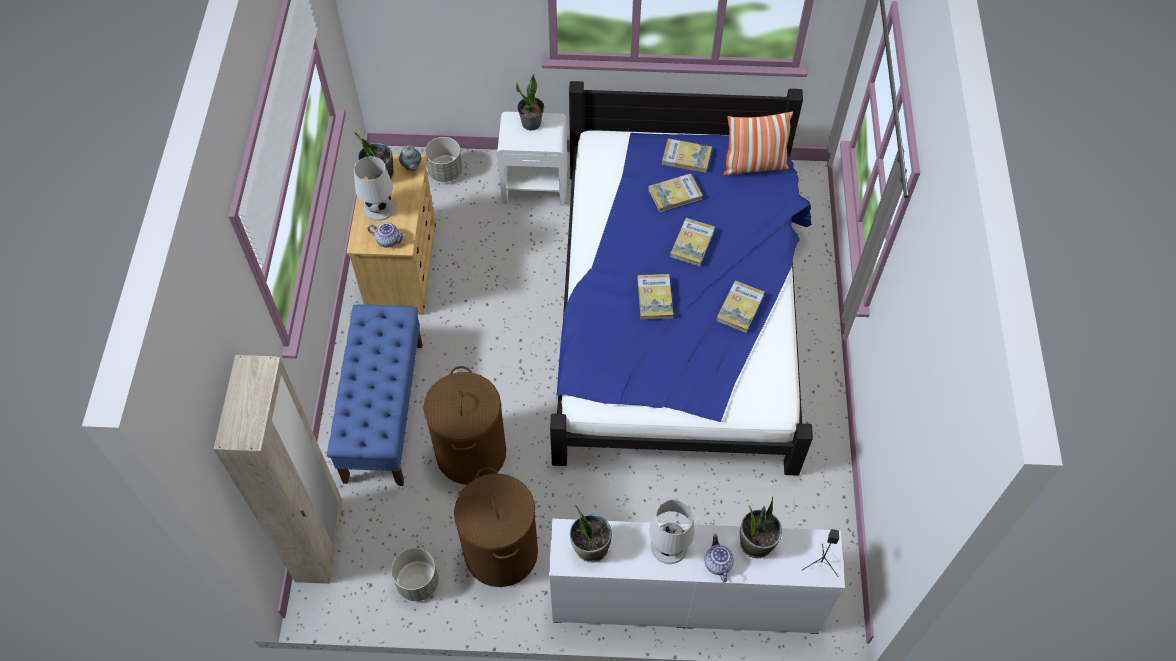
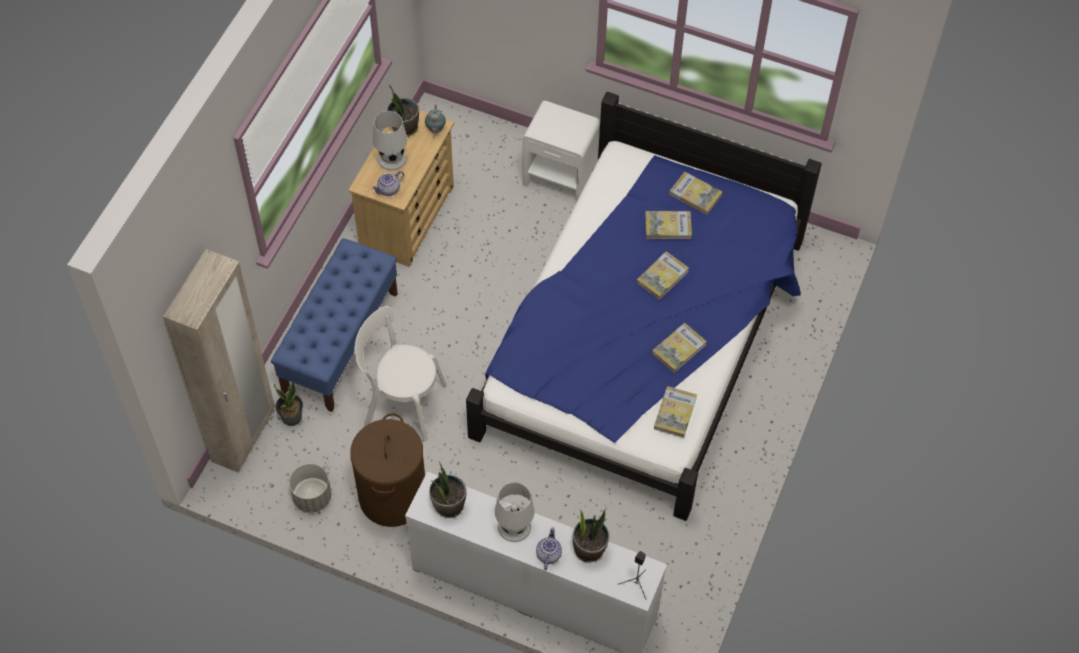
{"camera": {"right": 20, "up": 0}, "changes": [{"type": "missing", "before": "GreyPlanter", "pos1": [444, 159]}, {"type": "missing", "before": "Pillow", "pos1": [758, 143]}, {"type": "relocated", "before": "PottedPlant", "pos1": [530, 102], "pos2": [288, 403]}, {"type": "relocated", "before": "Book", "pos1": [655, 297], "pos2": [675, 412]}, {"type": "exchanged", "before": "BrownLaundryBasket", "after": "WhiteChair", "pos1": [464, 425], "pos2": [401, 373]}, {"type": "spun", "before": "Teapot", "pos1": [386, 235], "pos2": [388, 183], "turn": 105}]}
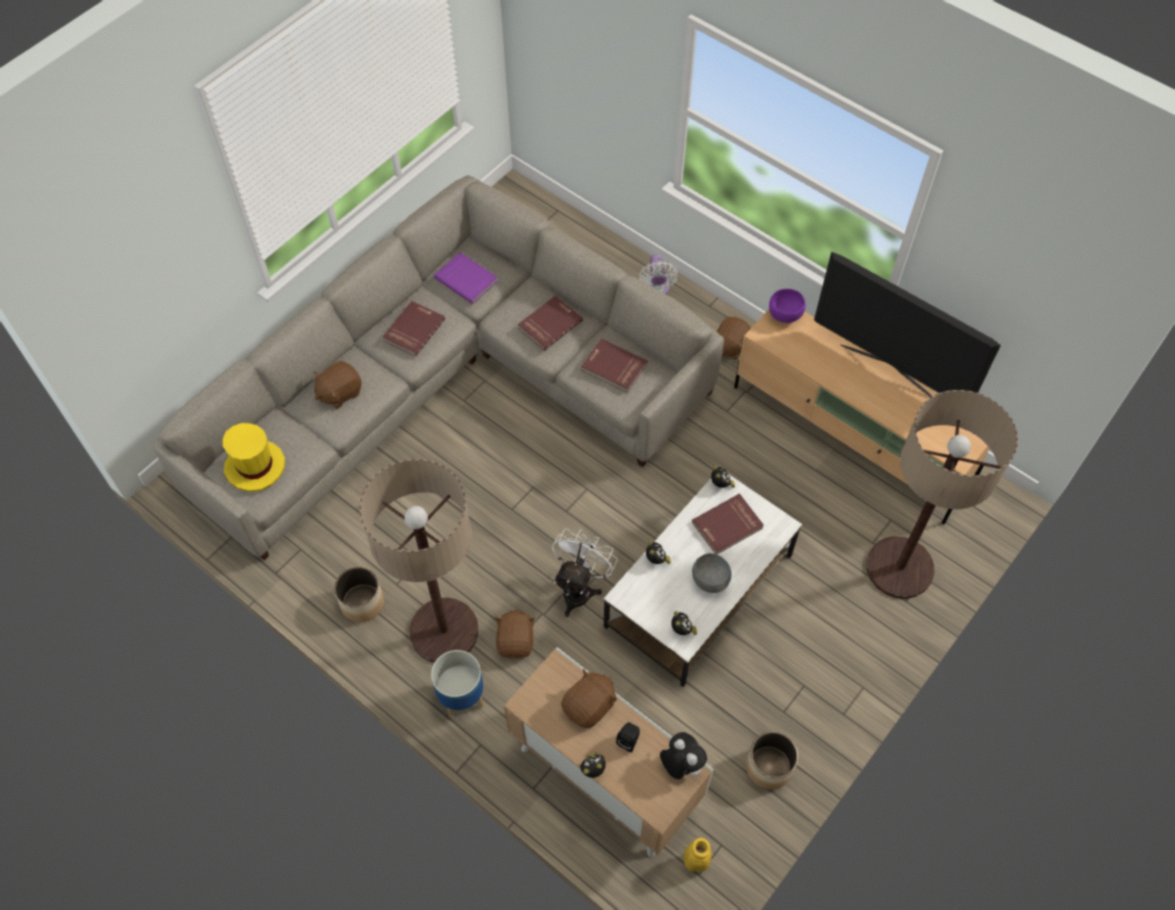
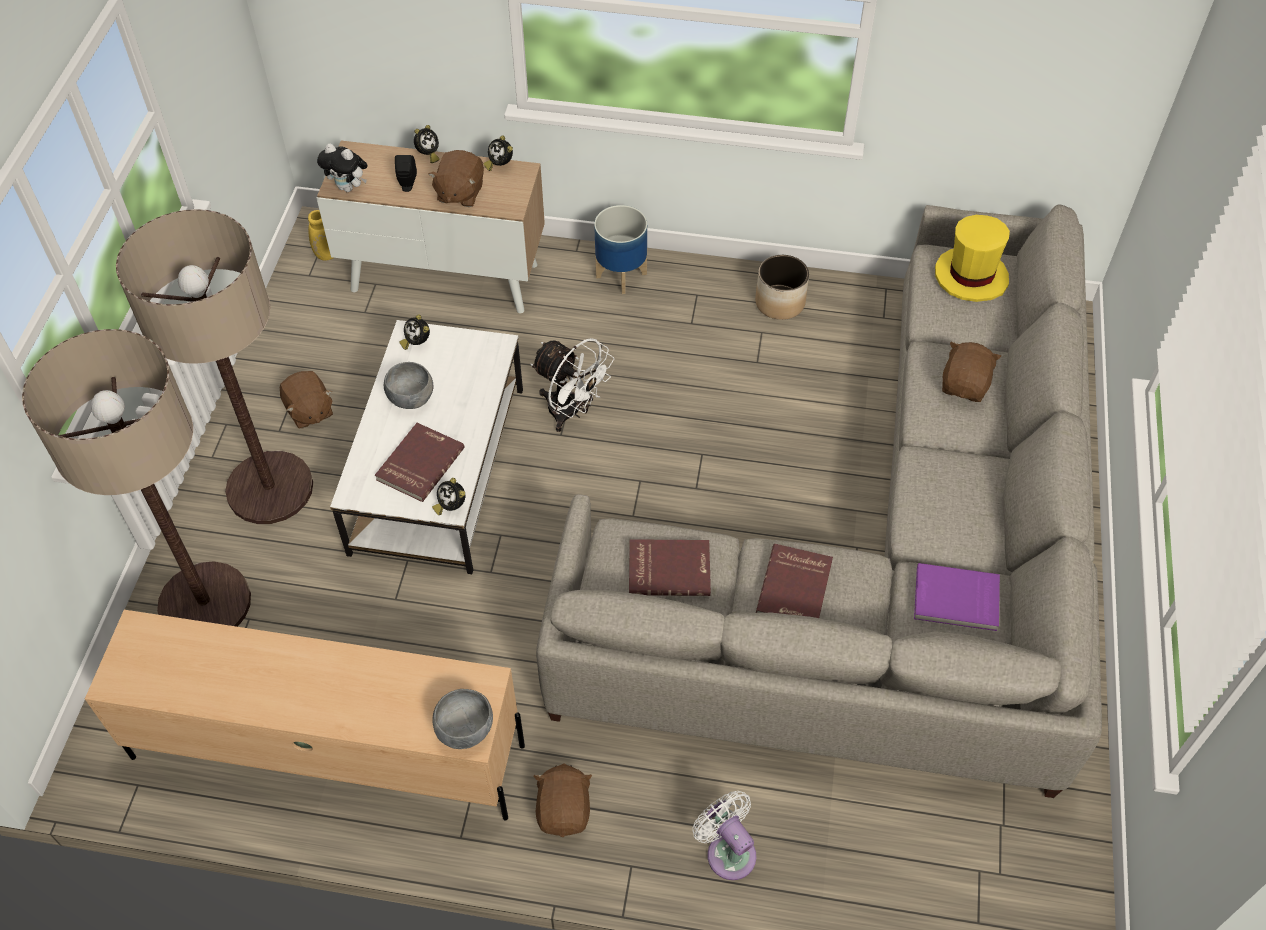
{"camera": {"right": 150, "up": -5}, "changes": [{"type": "missing", "before": "RedBook", "pos1": [413, 329]}, {"type": "missing", "before": "Planter", "pos1": [772, 760]}, {"type": "missing", "before": "Television", "pos1": [907, 324]}, {"type": "relocated", "before": "FloorLamp", "pos1": [419, 561], "pos2": [214, 366]}, {"type": "relocated", "before": "BrownPlushToy", "pos1": [515, 634], "pos2": [306, 400]}, {"type": "relocated", "before": "AlarmClock", "pos1": [658, 552], "pos2": [498, 153]}, {"type": "colour", "before": "PurpleBowl", "after": "GreyBowl", "pos1": [787, 306], "pos2": [462, 719]}, {"type": "spun", "before": "WhiteFan", "pos1": [585, 572], "pos2": [572, 385], "turn": -45}]}
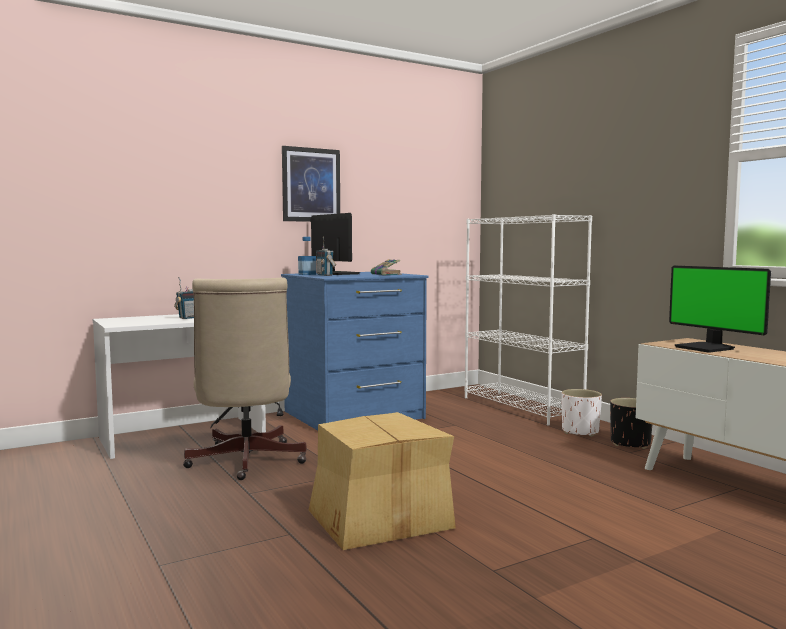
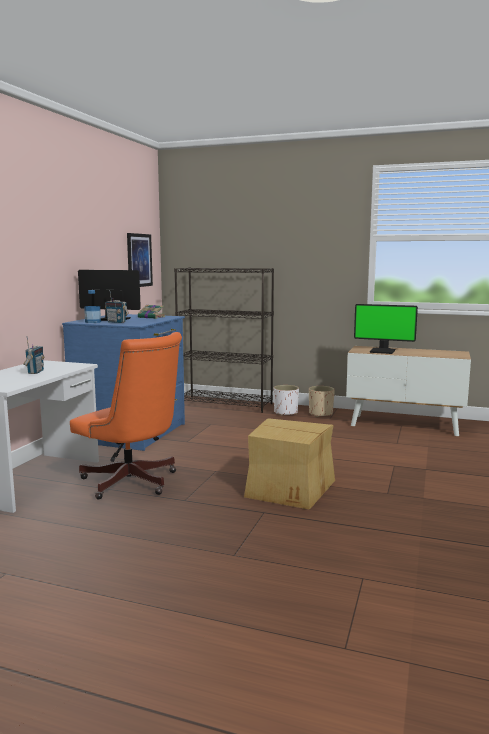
{"camera": {"right": -40, "up": 5}, "changes": [{"type": "relocated", "before": "Picture", "pos1": [311, 184], "pos2": [140, 260]}, {"type": "colour", "before": "BeigeOfficeChair", "after": "OrangeOfficeChair", "pos1": [245, 379], "pos2": [126, 416]}, {"type": "colour", "before": "WhiteBookcase", "after": "BlackBookcase", "pos1": [528, 319], "pos2": [224, 340]}, {"type": "colour", "before": "BlackPlanter", "after": "BeigePlanter", "pos1": [631, 423], "pos2": [322, 401]}]}
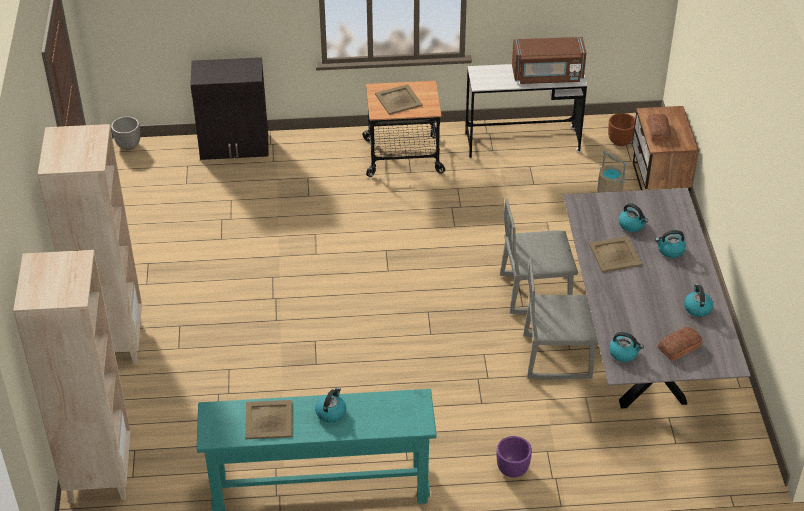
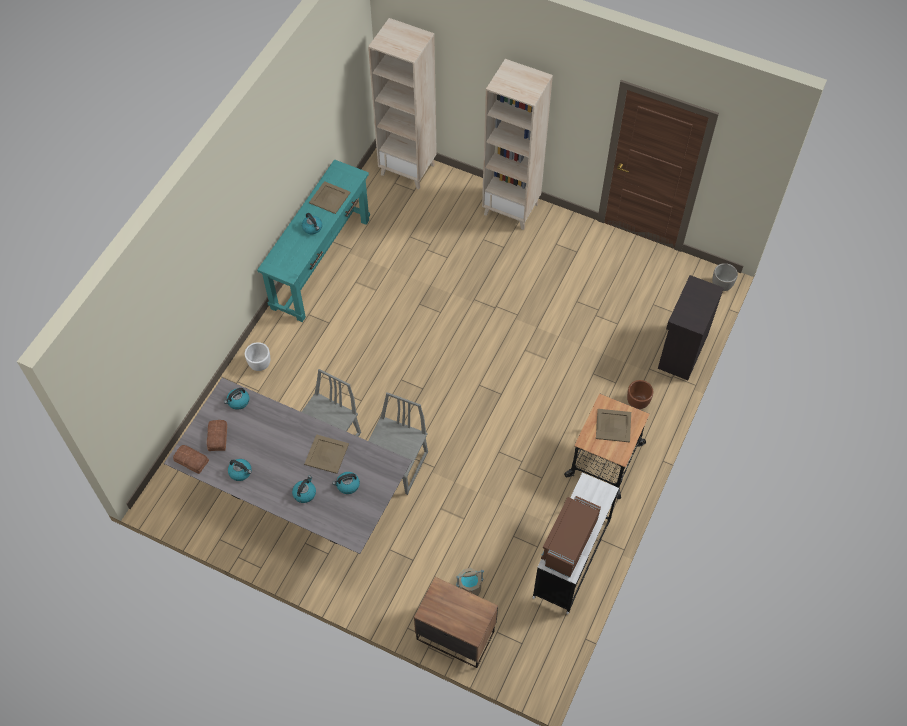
{"camera": {"right": 120, "up": 15}, "changes": [{"type": "relocated", "before": "BrownPlanter", "pos1": [621, 129], "pos2": [640, 394]}, {"type": "relocated", "before": "Bread", "pos1": [659, 128], "pos2": [191, 459]}, {"type": "colour", "before": "PurplePlanter", "after": "WhitePlanter", "pos1": [514, 457], "pos2": [257, 356]}]}
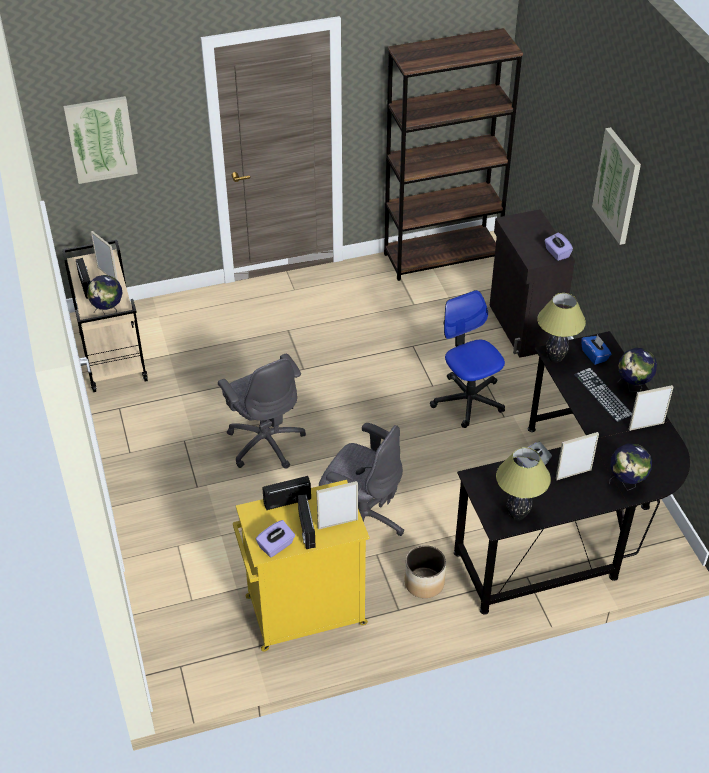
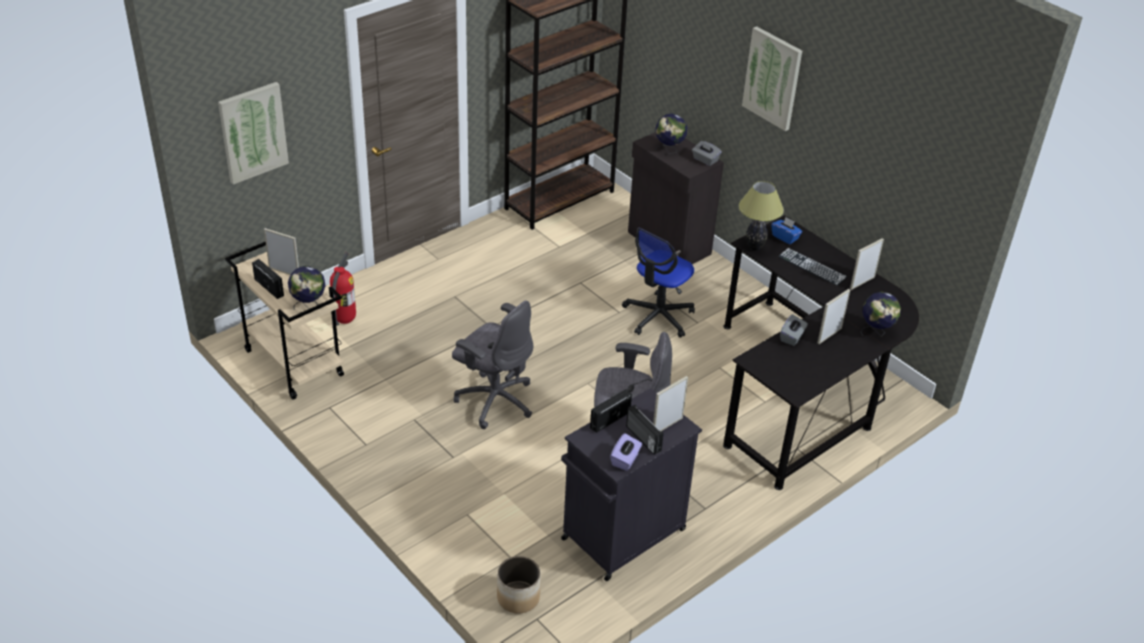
{"camera": {"right": -25, "up": -5}, "changes": [{"type": "missing", "before": "TableLamp", "pos1": [523, 483]}, {"type": "appeared", "after": "FireExtinguisher", "pos2": [343, 289]}, {"type": "relocated", "before": "Planter", "pos1": [425, 571], "pos2": [518, 585]}, {"type": "relocated", "before": "Globe", "pos1": [637, 370], "pos2": [671, 134]}, {"type": "colour", "before": "YellowCabinet", "after": "BlackCabinet", "pos1": [301, 565], "pos2": [631, 484]}, {"type": "colour", "before": "PurpleTissueBox", "after": "GreyTissueBox", "pos1": [558, 247], "pos2": [707, 153]}, {"type": "spun", "before": "OfficeChair", "pos1": [467, 359], "pos2": [658, 283], "turn": -90}]}
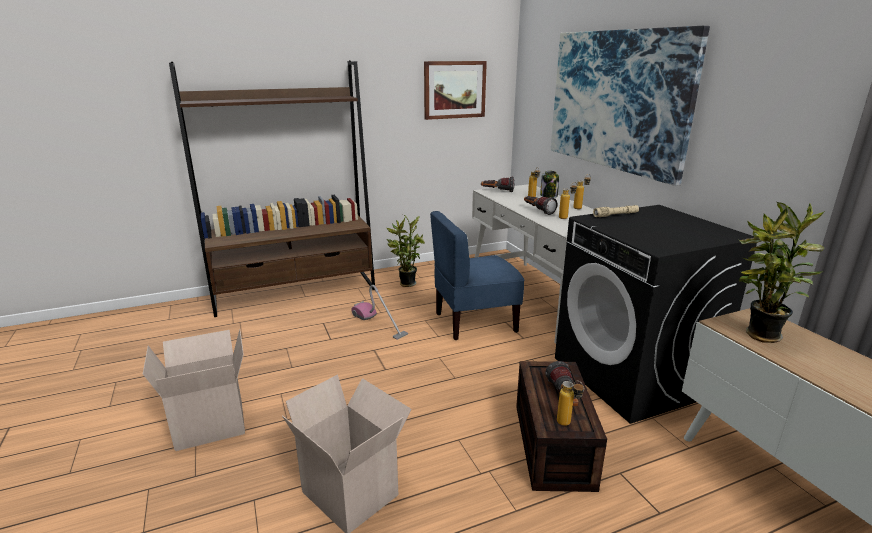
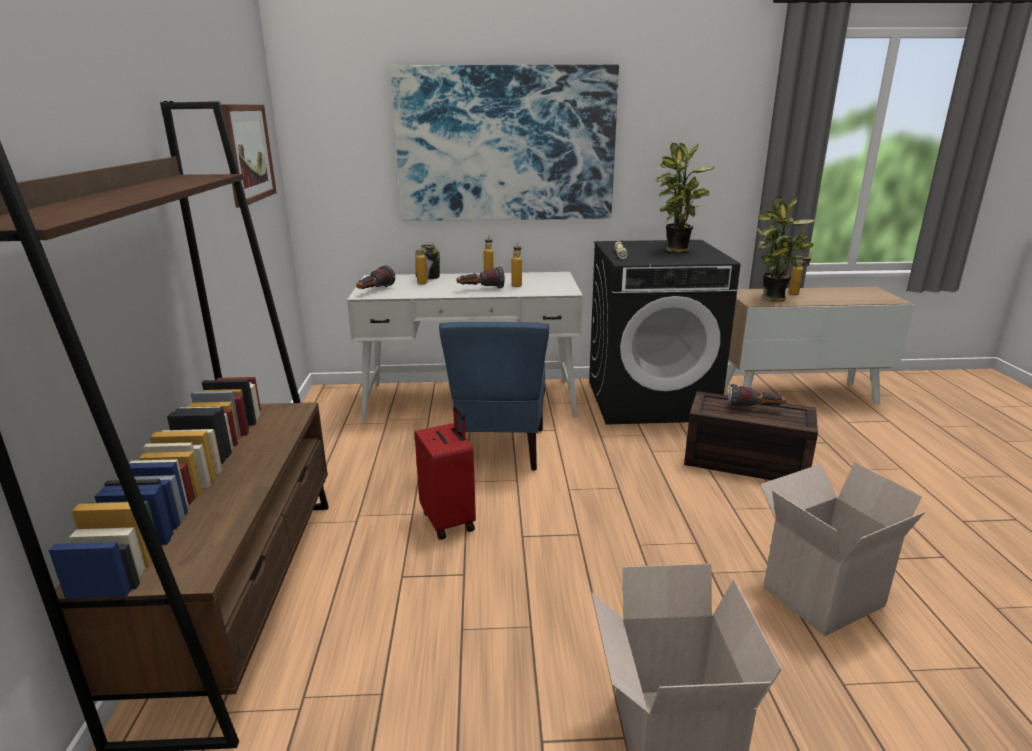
{"camera": {"right": -70, "up": 0}, "changes": [{"type": "relocated", "before": "PottedPlant", "pos1": [406, 251], "pos2": [683, 198]}, {"type": "relocated", "before": "Bottle", "pos1": [570, 403], "pos2": [800, 274]}, {"type": "exchanged", "before": "VacuumCleaner", "after": "RedSuitcase", "pos1": [379, 312], "pos2": [445, 472]}]}
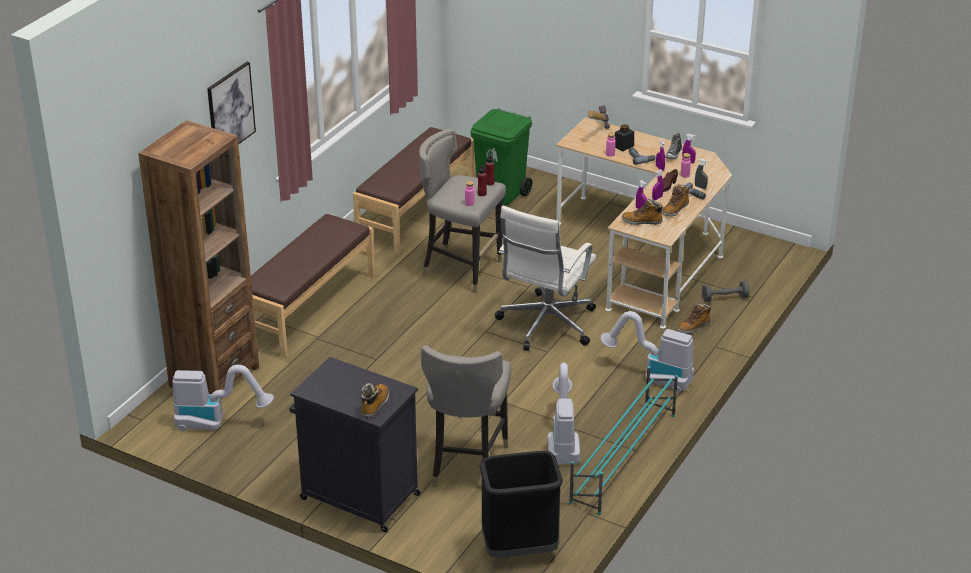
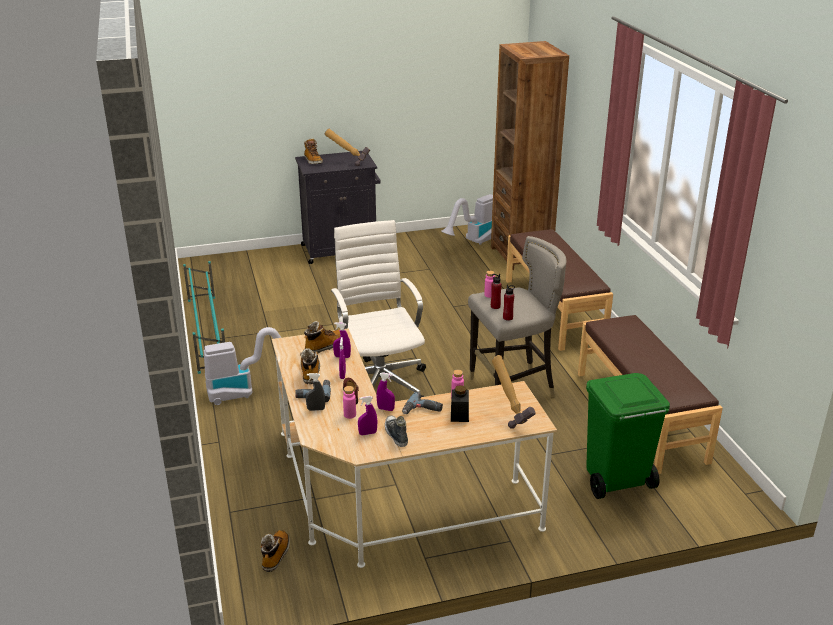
{"camera": {"right": 135, "up": -5}, "changes": [{"type": "missing", "before": "Picture", "pos1": [231, 103]}, {"type": "missing", "before": "GreyStool", "pos1": [466, 416]}, {"type": "missing", "before": "BlackTrashCan", "pos1": [521, 504]}, {"type": "missing", "before": "VacuumCleaner", "pos1": [564, 413]}, {"type": "missing", "before": "GreyDumbbell", "pos1": [725, 291]}, {"type": "appeared", "after": "Hammer", "pos2": [347, 147]}, {"type": "relocated", "before": "Boot", "pos1": [694, 318], "pos2": [275, 551]}]}
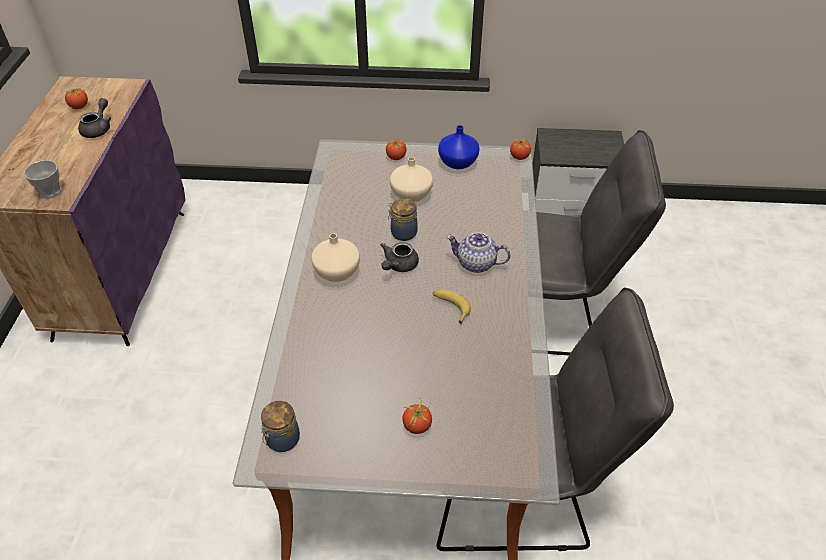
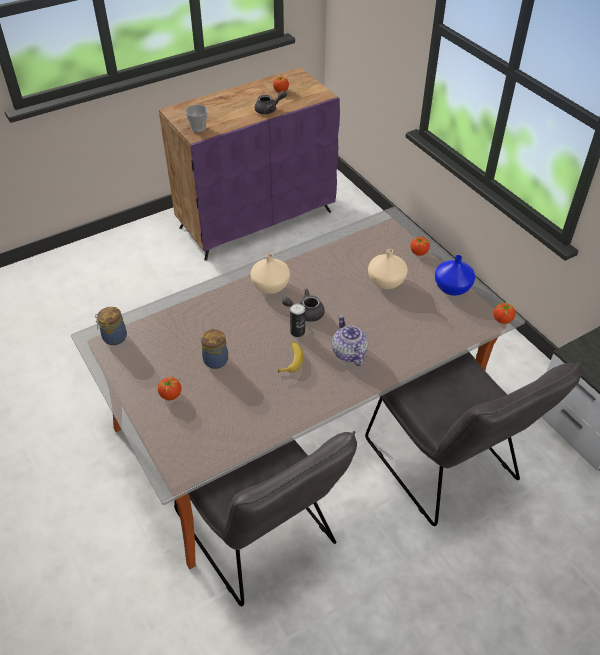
{"camera": {"right": 55, "up": 0}, "changes": [{"type": "appeared", "after": "Can", "pos2": [297, 320]}, {"type": "relocated", "before": "Jar", "pos1": [402, 220], "pos2": [214, 348]}]}
